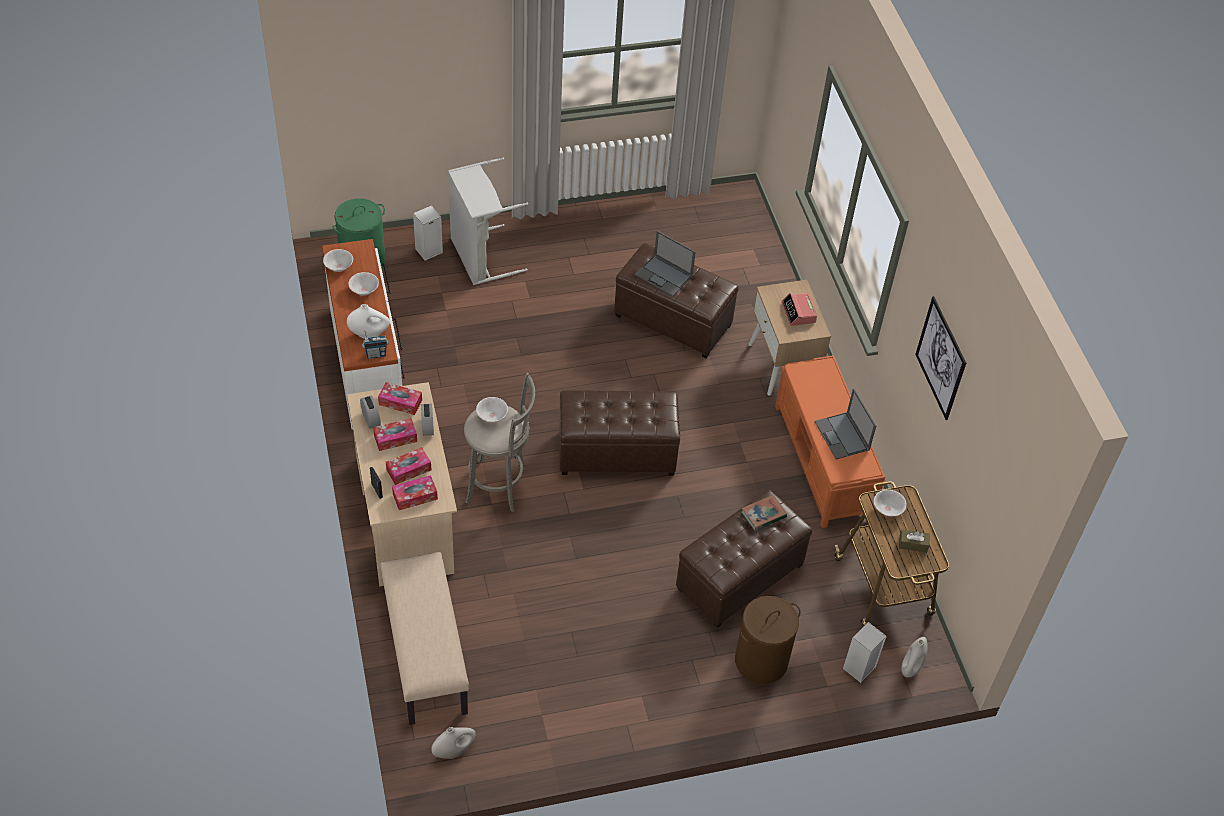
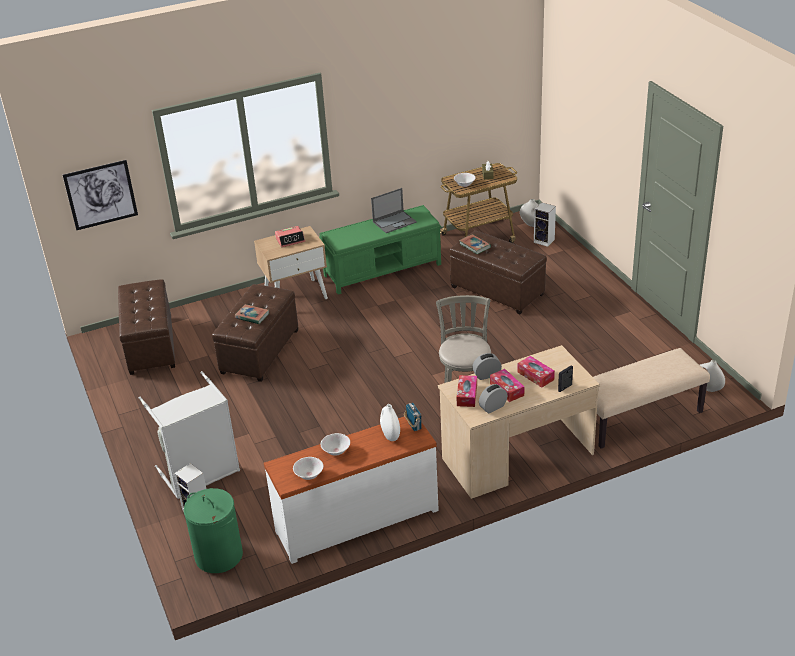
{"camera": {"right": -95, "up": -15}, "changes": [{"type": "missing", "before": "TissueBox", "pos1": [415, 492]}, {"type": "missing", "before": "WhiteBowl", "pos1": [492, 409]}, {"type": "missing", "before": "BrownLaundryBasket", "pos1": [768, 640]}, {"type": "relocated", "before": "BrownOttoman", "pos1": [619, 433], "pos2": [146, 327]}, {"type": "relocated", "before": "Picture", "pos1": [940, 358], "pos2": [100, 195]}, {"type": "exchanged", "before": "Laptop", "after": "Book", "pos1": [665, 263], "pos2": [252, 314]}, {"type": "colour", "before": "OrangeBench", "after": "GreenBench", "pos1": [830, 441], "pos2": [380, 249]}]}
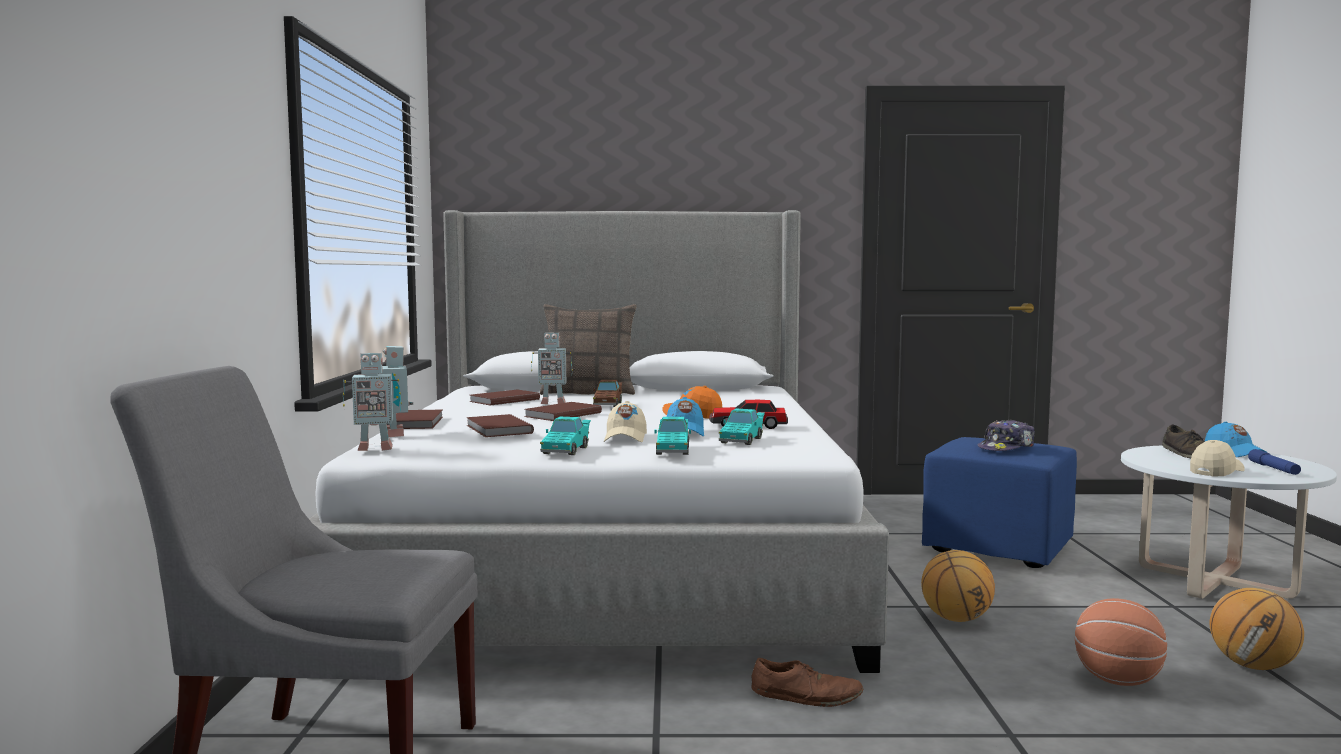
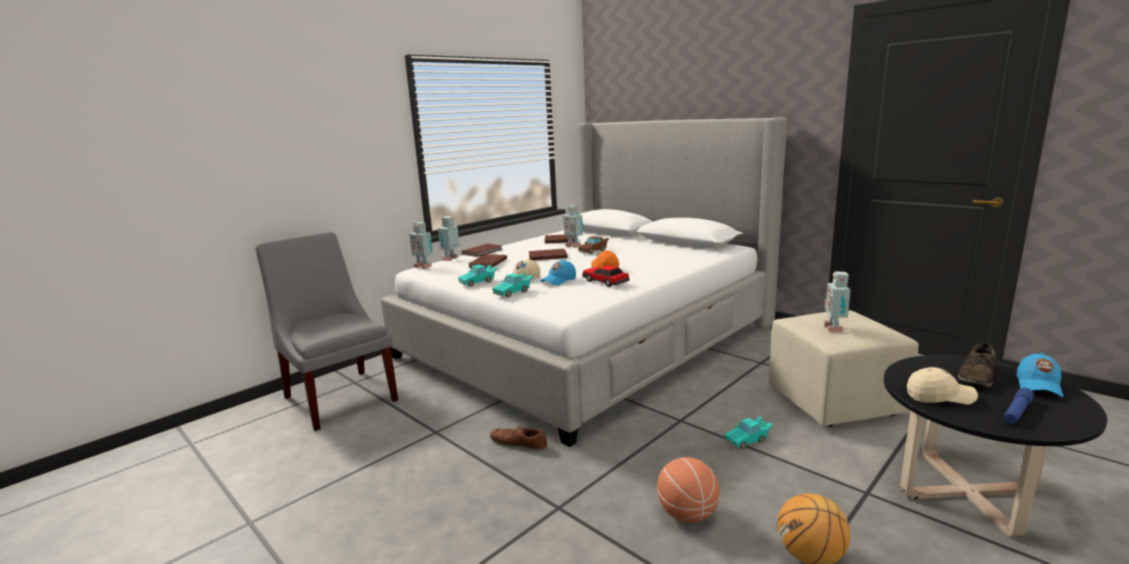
{"camera": {"right": 45, "up": 10}, "changes": [{"type": "missing", "before": "Pillow", "pos1": [588, 349]}, {"type": "missing", "before": "Basketball", "pos1": [958, 586]}, {"type": "relocated", "before": "TurquoiseToyCar", "pos1": [742, 426], "pos2": [748, 433]}, {"type": "exchanged", "before": "Cap", "after": "ToyRobot", "pos1": [1006, 435], "pos2": [837, 301]}, {"type": "colour", "before": "BlueOttoman", "after": "BeigeOttoman", "pos1": [999, 502], "pos2": [843, 368]}, {"type": "colour", "before": "WhiteCoffeeTable", "after": "BlackCoffeeTable", "pos1": [1229, 522], "pos2": [995, 445]}, {"type": "spun", "before": "BrownShoe", "pos1": [807, 682], "pos2": [518, 437], "turn": 150}]}
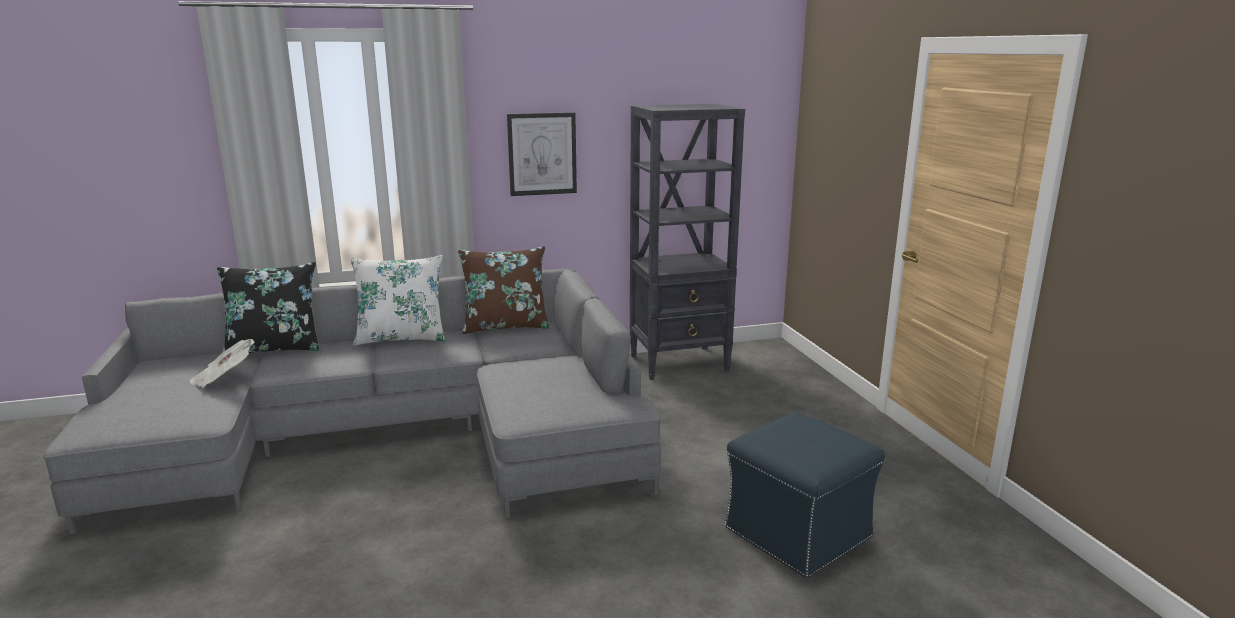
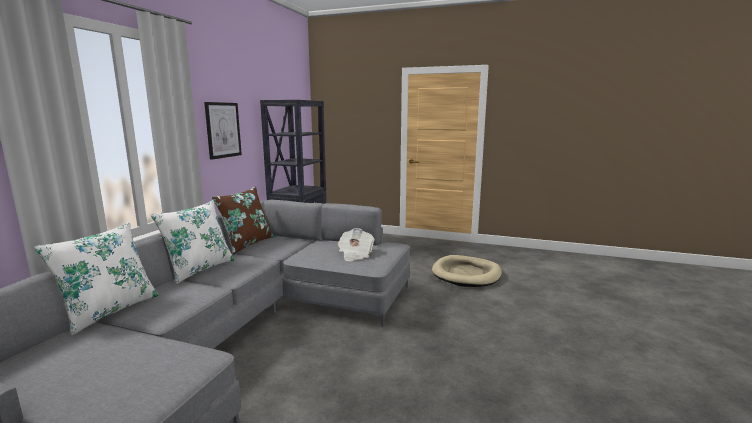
{"camera": {"right": -55, "up": -5}, "changes": [{"type": "relocated", "before": "Newspaper", "pos1": [222, 363], "pos2": [355, 244]}, {"type": "exchanged", "before": "BlueOttoman", "after": "BeigeDogBed", "pos1": [804, 495], "pos2": [467, 271]}, {"type": "colour", "before": "BlackPillow", "after": "WhitePillow", "pos1": [268, 307], "pos2": [96, 279]}]}
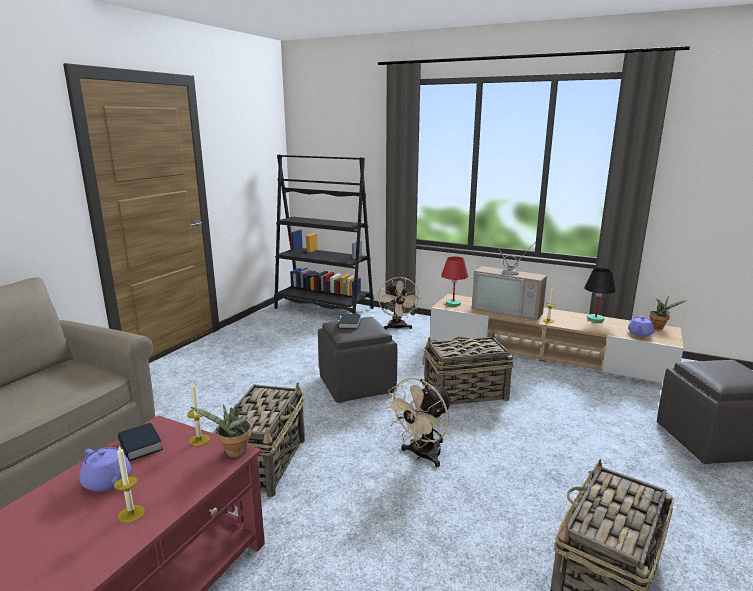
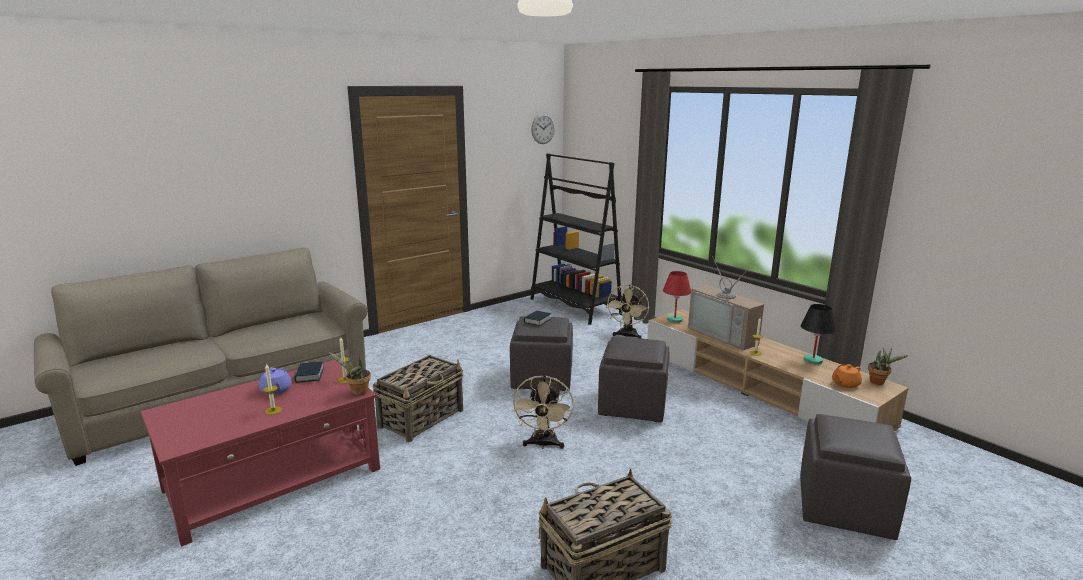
{"camera": {"right": 25, "up": 0}, "changes": [{"type": "appeared", "after": "WallClock", "pos2": [543, 128]}, {"type": "exchanged", "before": "Basket", "after": "GreyOttoman", "pos1": [468, 368], "pos2": [633, 379]}, {"type": "colour", "before": "PurpleTeapot", "after": "OrangeTeapot", "pos1": [641, 326], "pos2": [847, 376]}, {"type": "spun", "before": "BeigeFan", "pos1": [418, 422], "pos2": [543, 412], "turn": -60}]}
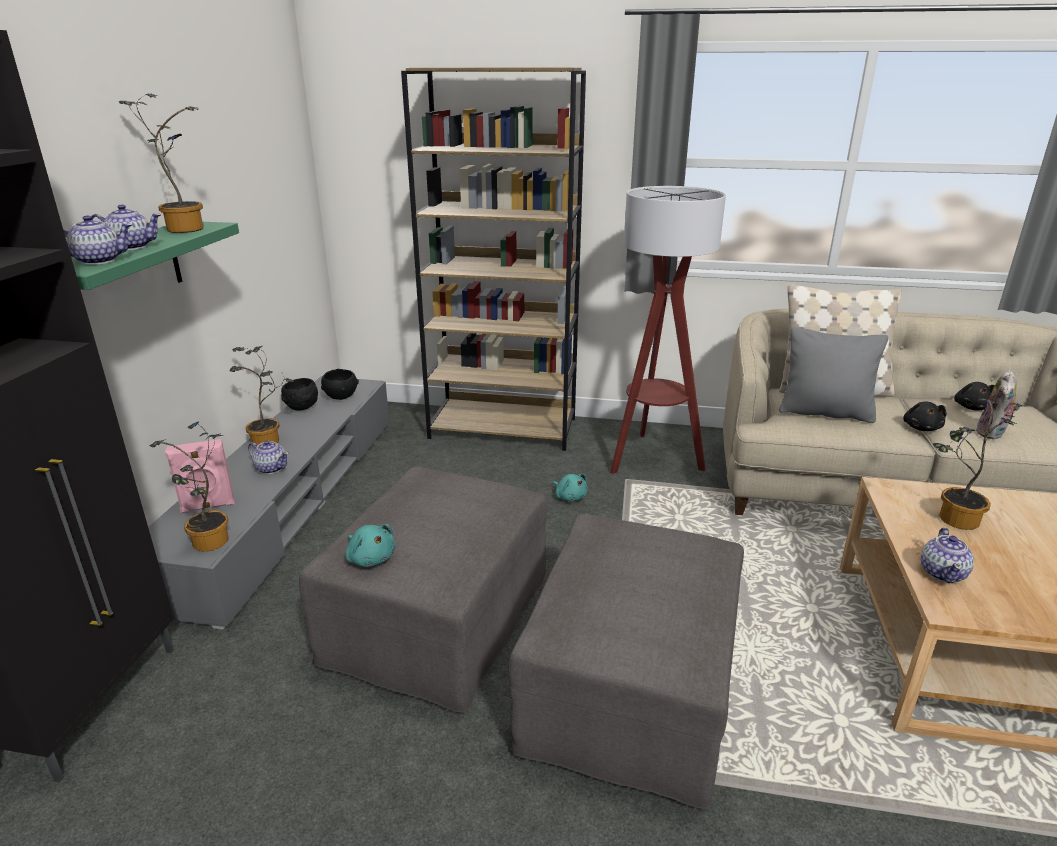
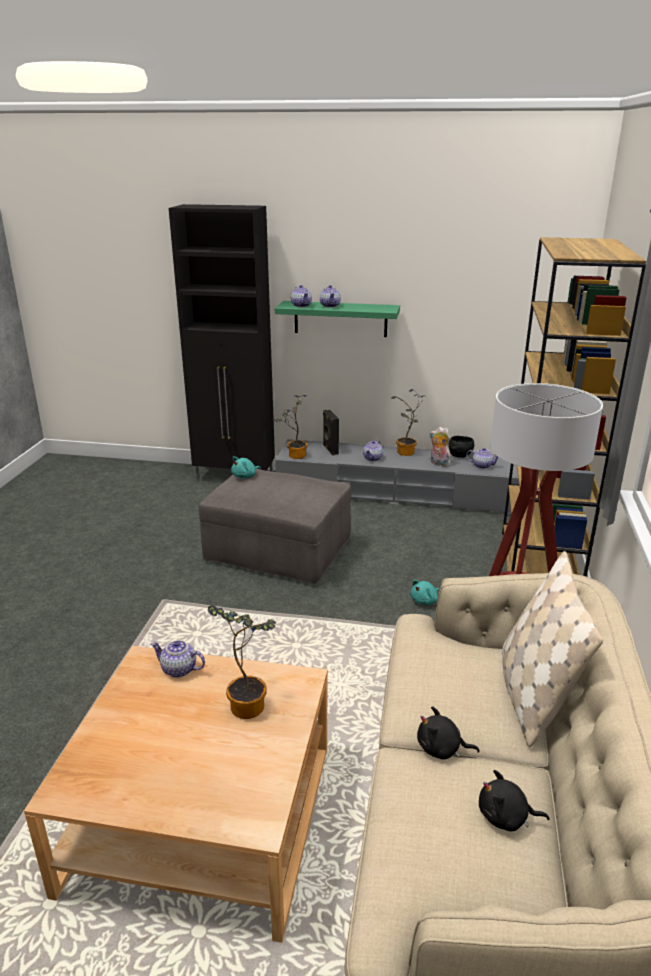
{"camera": {"right": 90, "up": 0}, "changes": [{"type": "missing", "before": "PottedPlant", "pos1": [161, 163]}, {"type": "missing", "before": "GreyOttoman", "pos1": [626, 661]}, {"type": "missing", "before": "GreyPillow", "pos1": [833, 375]}, {"type": "relocated", "before": "PlushToy", "pos1": [998, 405], "pos2": [441, 447]}, {"type": "exchanged", "before": "BlackBowl", "after": "Teapot", "pos1": [340, 384], "pos2": [482, 458]}, {"type": "colour", "before": "PinkSpeaker", "after": "BlackSpeaker", "pos1": [200, 476], "pos2": [331, 432]}]}
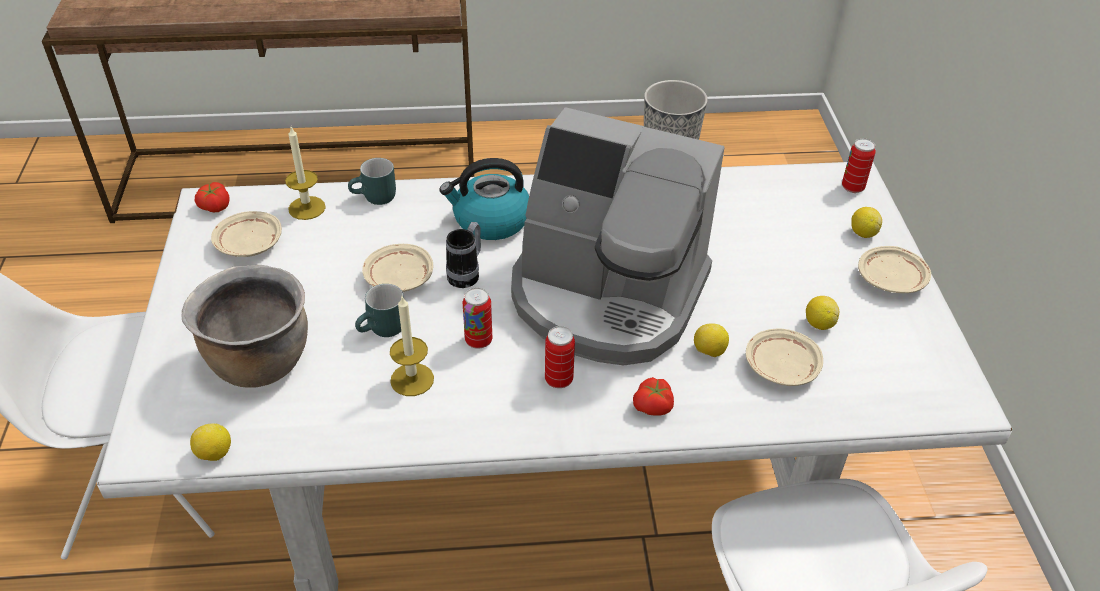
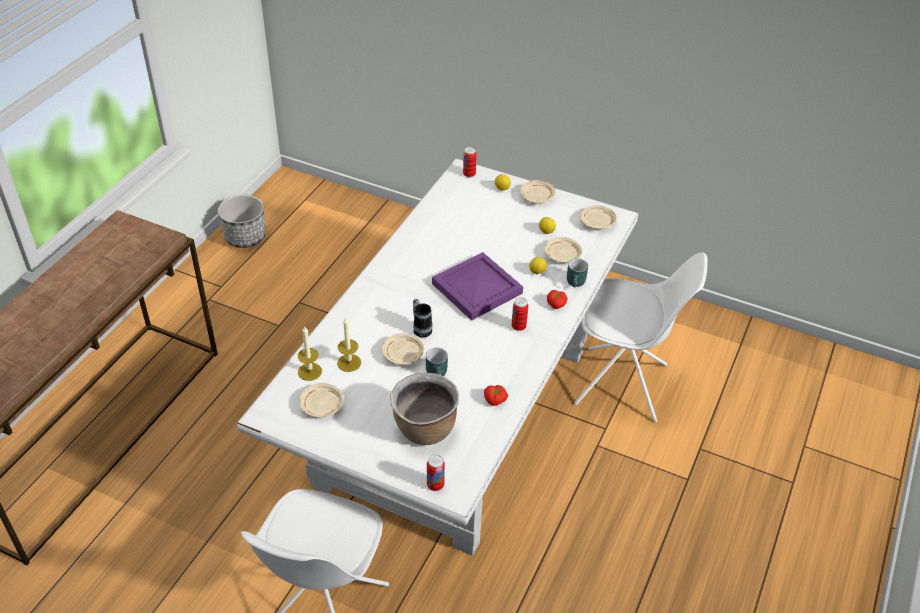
{"camera": {"right": -60, "up": 0}, "changes": [{"type": "missing", "before": "Lemon", "pos1": [210, 442]}, {"type": "missing", "before": "Kettle", "pos1": [484, 199]}, {"type": "appeared", "after": "BeigePlate", "pos2": [598, 217]}, {"type": "relocated", "before": "Tomato", "pos1": [212, 197], "pos2": [496, 395]}, {"type": "relocated", "before": "TurquoiseMug", "pos1": [372, 181], "pos2": [577, 272]}, {"type": "relocated", "before": "Candle", "pos1": [412, 346], "pos2": [349, 345]}, {"type": "relocated", "before": "Can", "pos1": [477, 318], "pos2": [436, 473]}, {"type": "exchanged", "before": "CoffeeMachine", "after": "PurpleTray", "pos1": [618, 236], "pos2": [477, 286]}]}
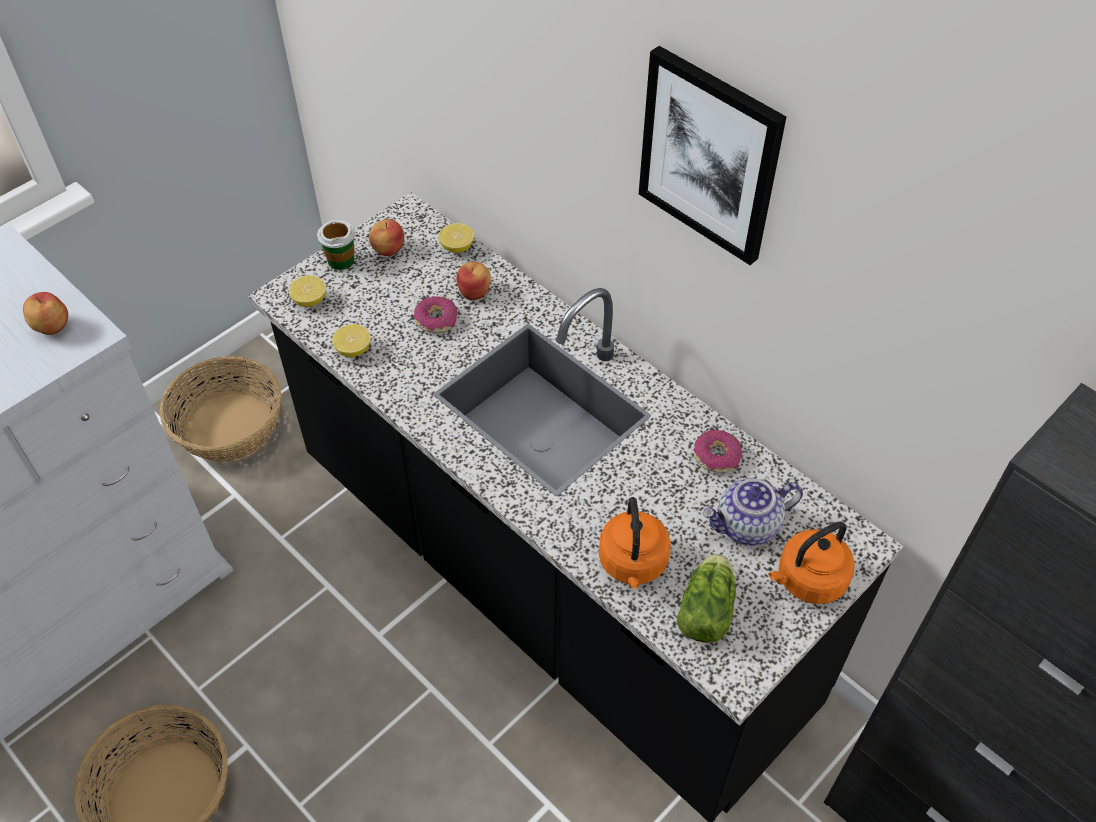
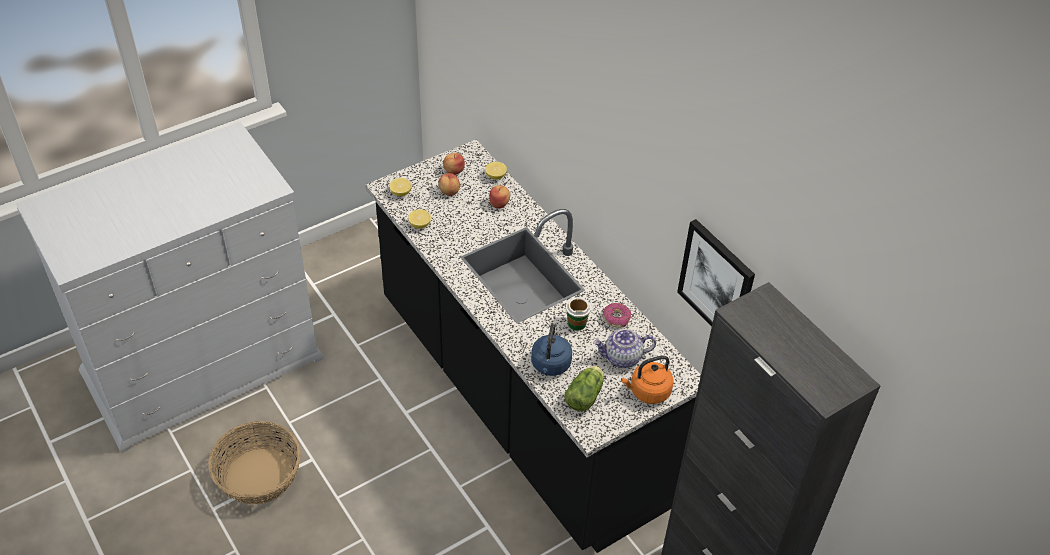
{"camera": {"right": 10, "up": -5}, "changes": [{"type": "missing", "before": "Basket", "pos1": [221, 409]}, {"type": "missing", "before": "Donut", "pos1": [435, 314]}, {"type": "relocated", "before": "Apple", "pos1": [45, 313], "pos2": [449, 184]}, {"type": "relocated", "before": "Cup", "pos1": [336, 245], "pos2": [578, 314]}, {"type": "relocated", "before": "Picture", "pos1": [712, 155], "pos2": [716, 272]}, {"type": "colour", "before": "OrangeKettle", "after": "BlueKettle", "pos1": [635, 542], "pos2": [551, 350]}]}
